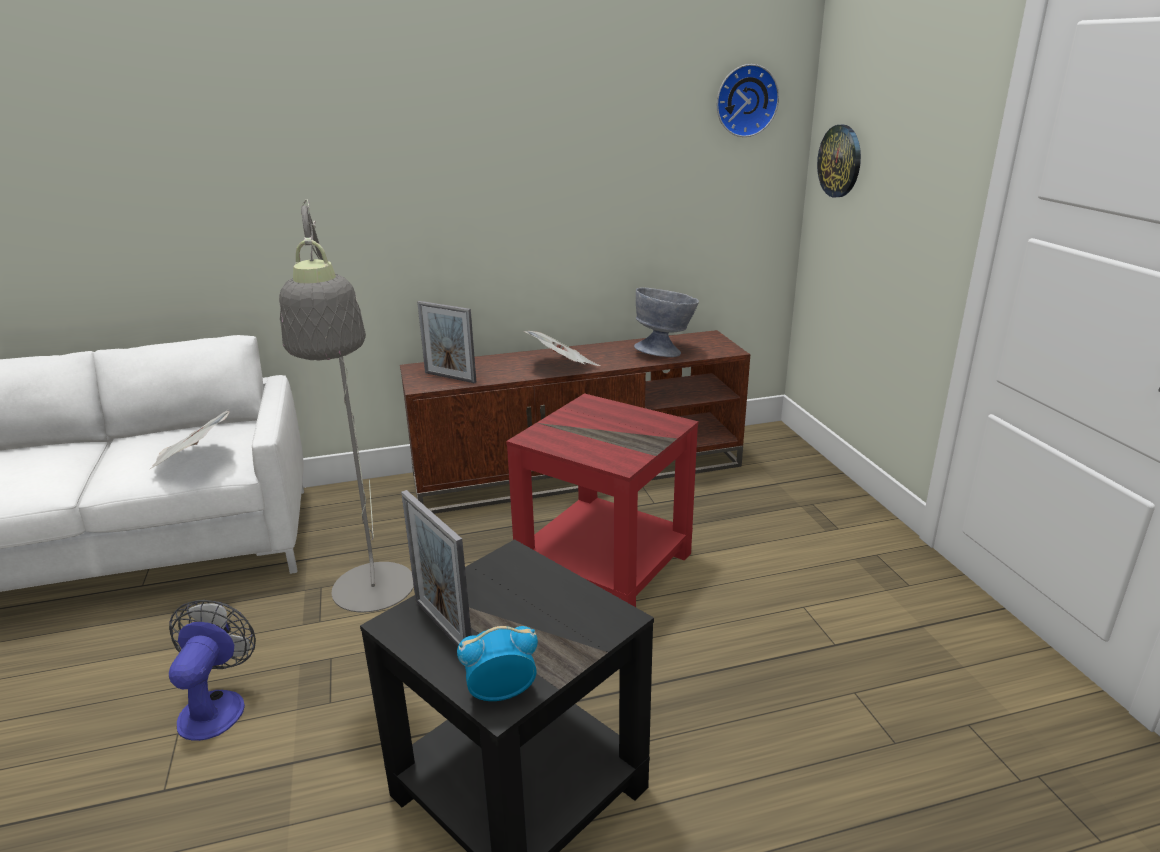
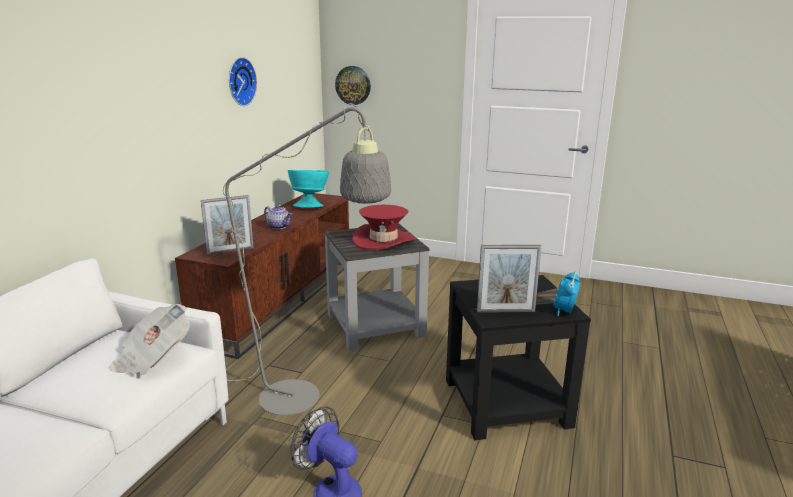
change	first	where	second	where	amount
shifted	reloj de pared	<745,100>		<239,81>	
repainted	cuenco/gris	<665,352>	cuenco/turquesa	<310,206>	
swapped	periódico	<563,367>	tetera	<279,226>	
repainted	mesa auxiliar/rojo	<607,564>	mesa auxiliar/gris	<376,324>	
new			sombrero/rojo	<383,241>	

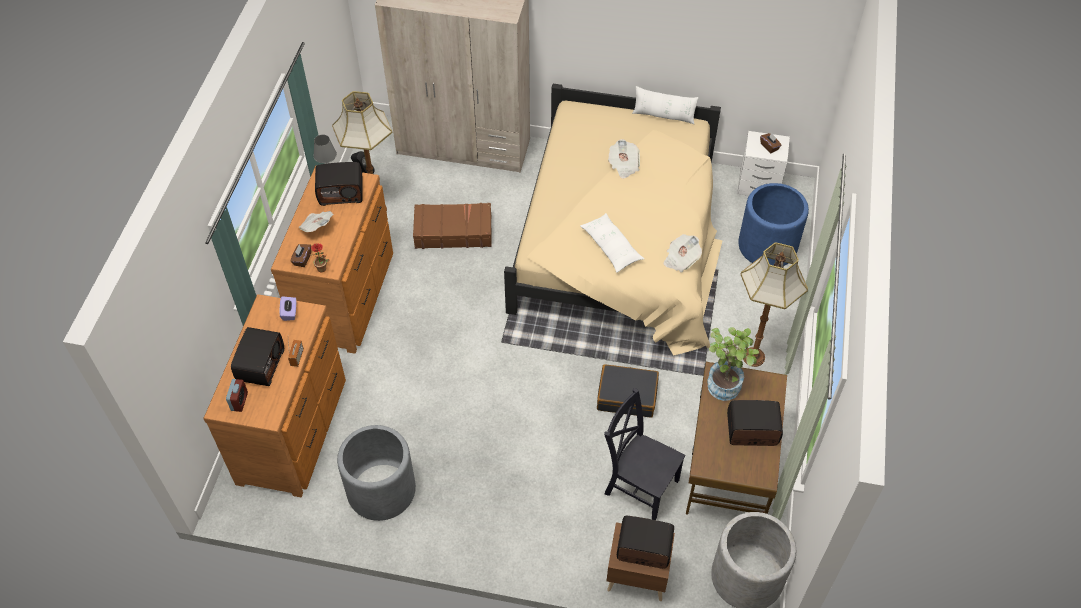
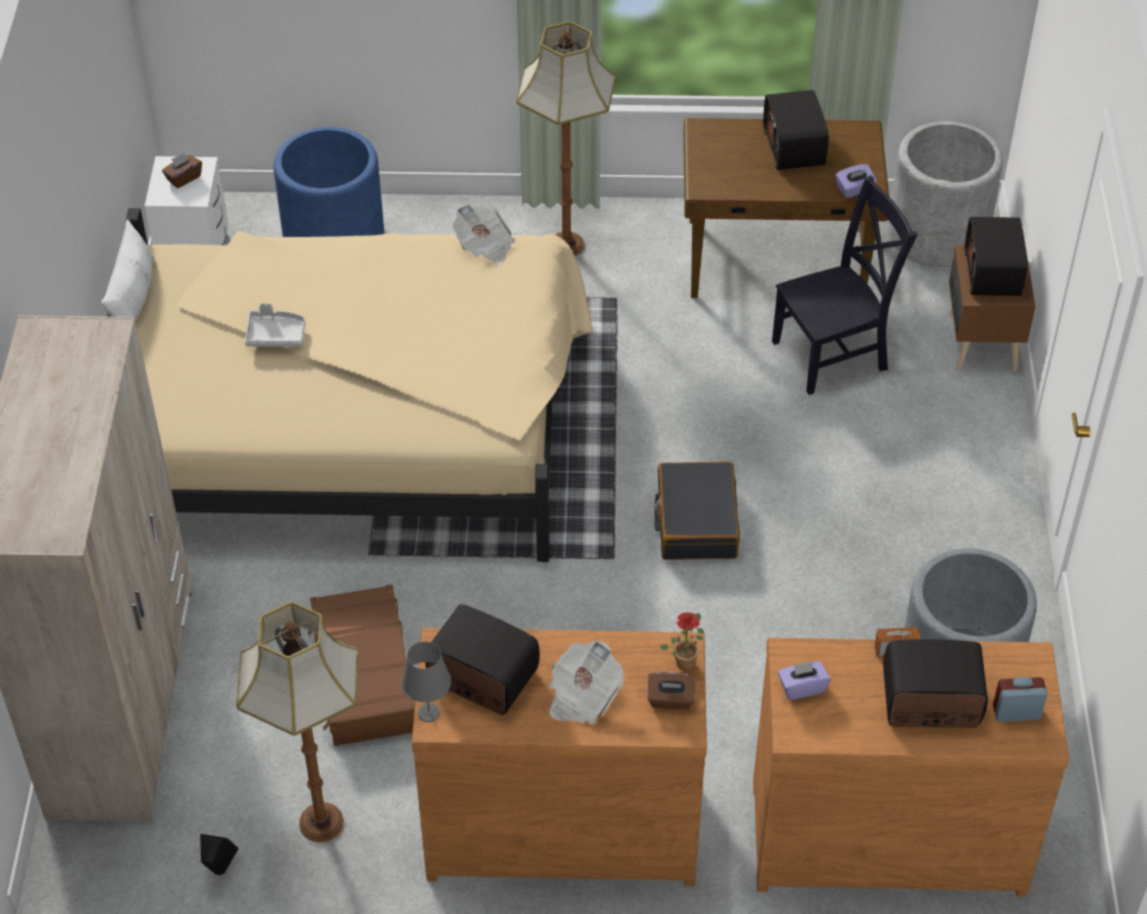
change	first	where	second	where	amount
swapped	periódico	<623,165>	bandeja/gris	<276,335>	
rotated	radio	<341,192>		<481,678>	45 degrees counterclockwise
gone	cojín/blanco	<611,247>			
gone	planta en maceta	<725,382>			
shifted	maleta/negro	<627,395>		<696,522>	
rotated	silla/negro	<639,484>		<834,354>	135 degrees counterclockwise
new			caja de pañuelos/morado	<854,190>	

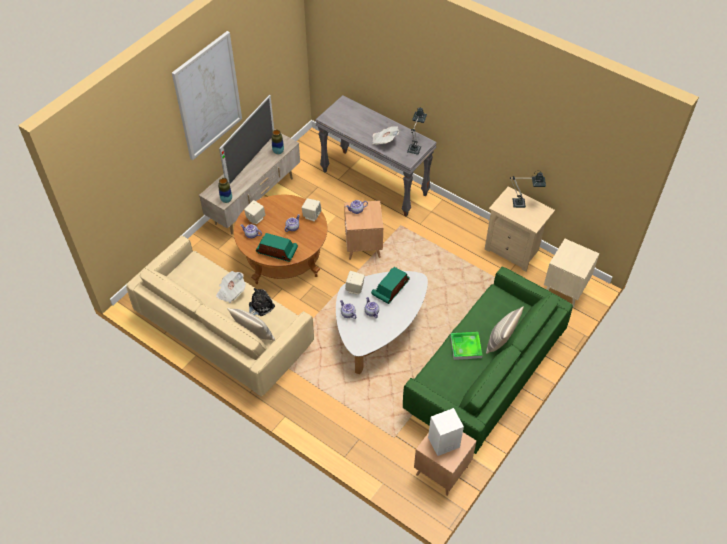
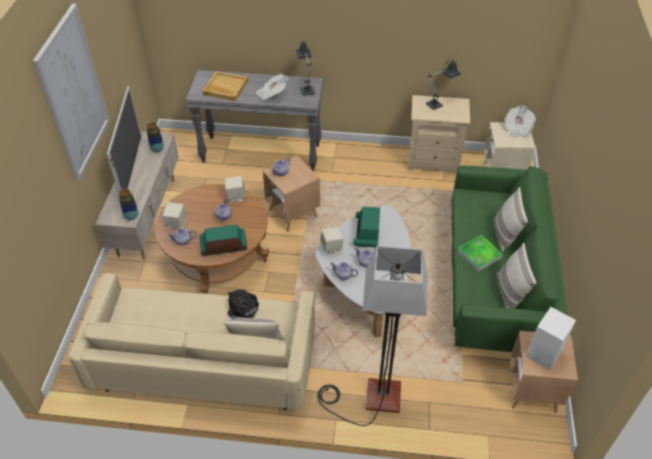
change	first	where	second	where	amount
shifted	periódico	<231,292>		<517,129>	
new			bandeja/beis	<225,88>	
new			cojín	<509,293>	
new			lámpara de pie	<371,398>	

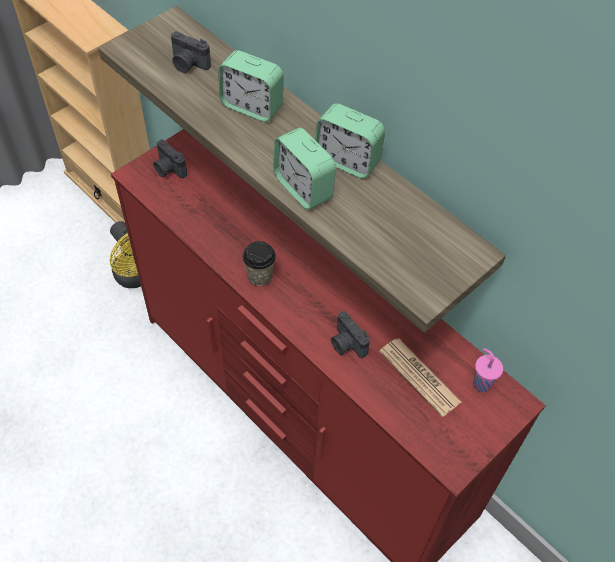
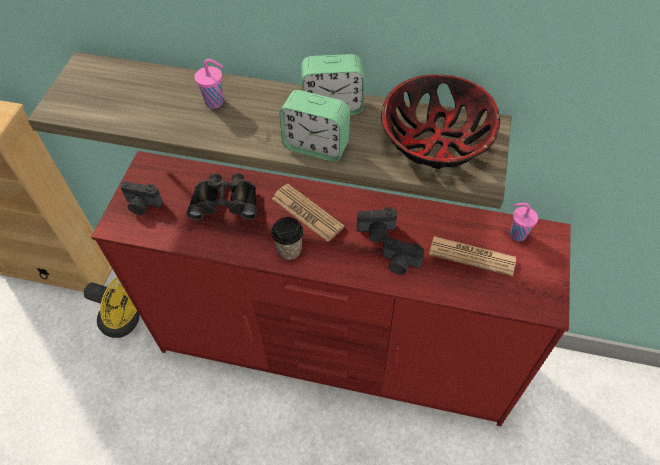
change	first	where	second	where	amount
shifted	cámara	<188,64>		<376,232>	
swapped	despertador	<252,106>	taza/rosa	<215,102>	
new			cuenco	<436,141>	
new			prismáticos/negro	<225,201>	
new			periódico	<307,213>	

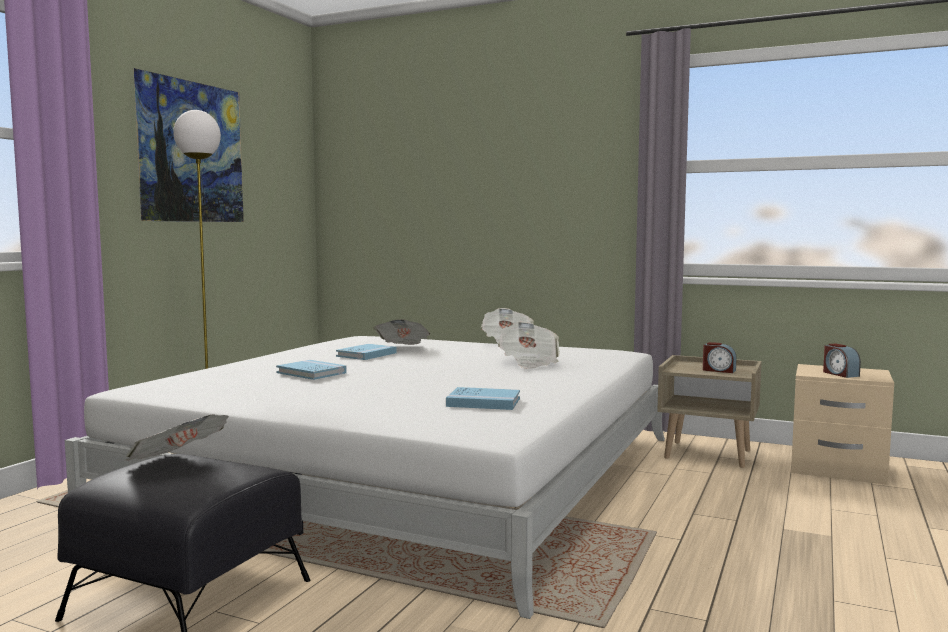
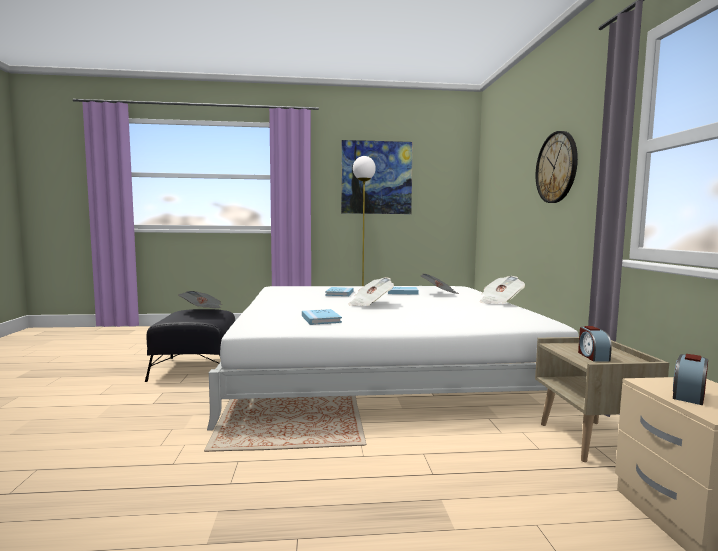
change	first	where	second	where	amount
shifted	periódico	<529,363>		<370,304>	
new			reloj de pared	<556,167>	

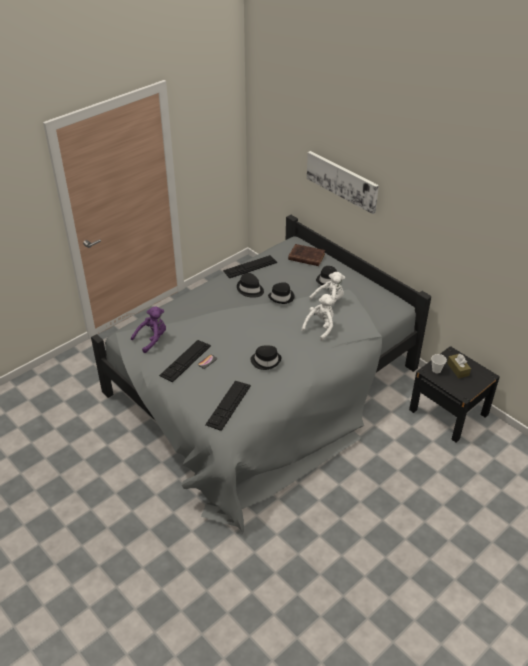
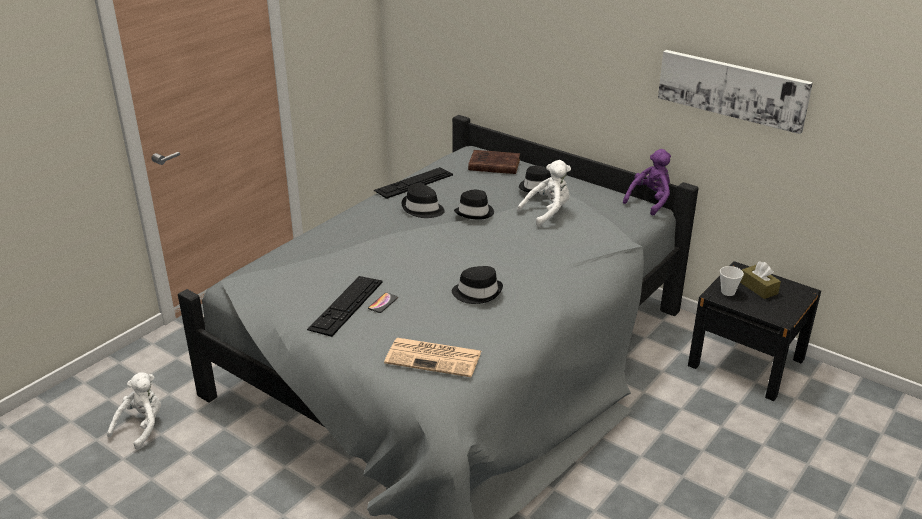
change	first	where	second	where	amount
shifted	cuadro	<342,181>		<732,89>	
shifted	peluche/blanco	<320,327>		<142,427>	
shifted	peluche/morado	<152,339>		<650,201>	
swapped	teclado	<228,405>	periódico	<435,357>	

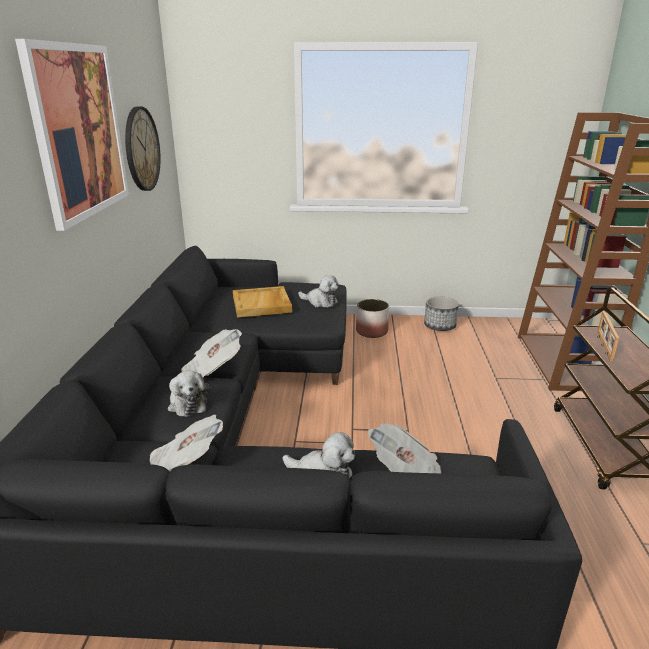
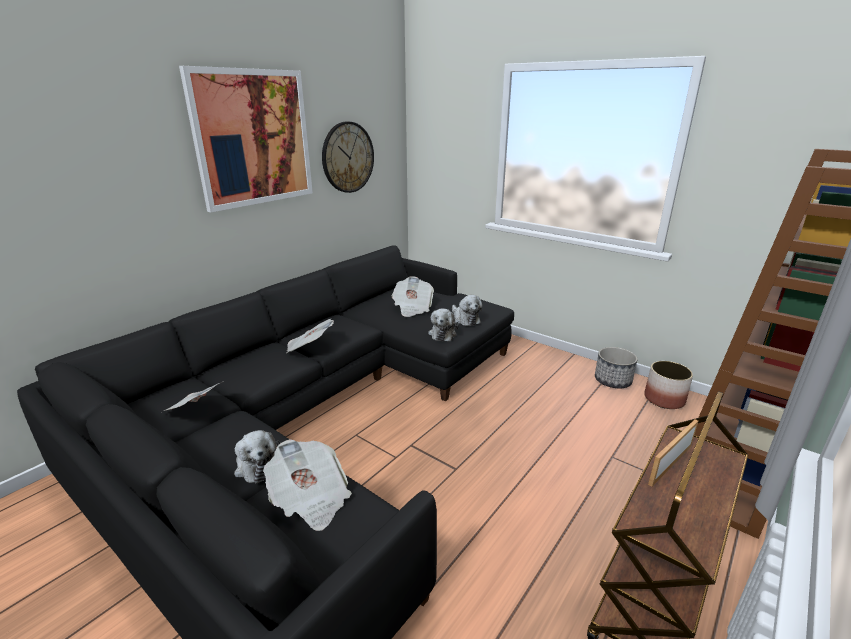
change	first	where	second	where	amount
swapped	bandeja/beis	<262,304>	periódico	<412,308>	
shifted	maceta	<372,331>		<664,399>	
shifted	peluche	<187,403>		<443,333>	

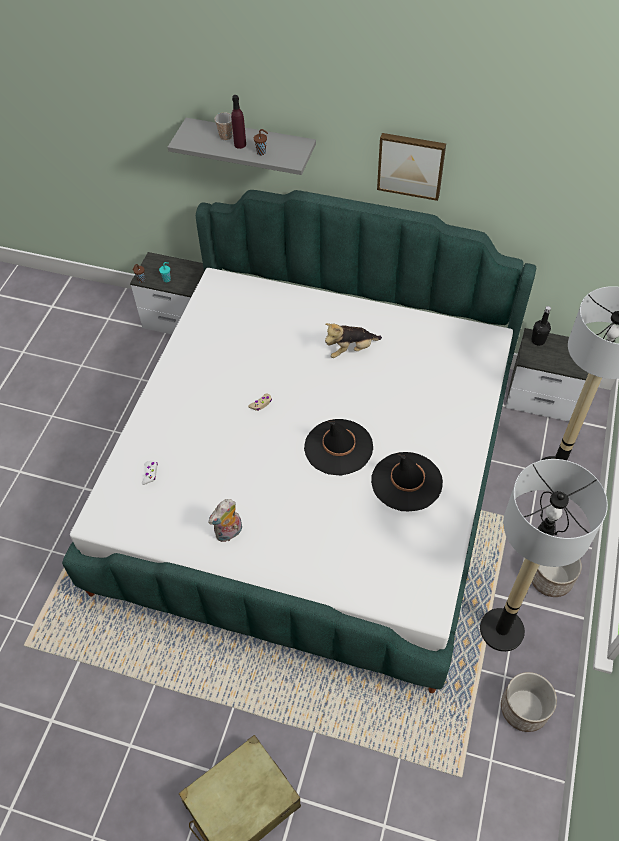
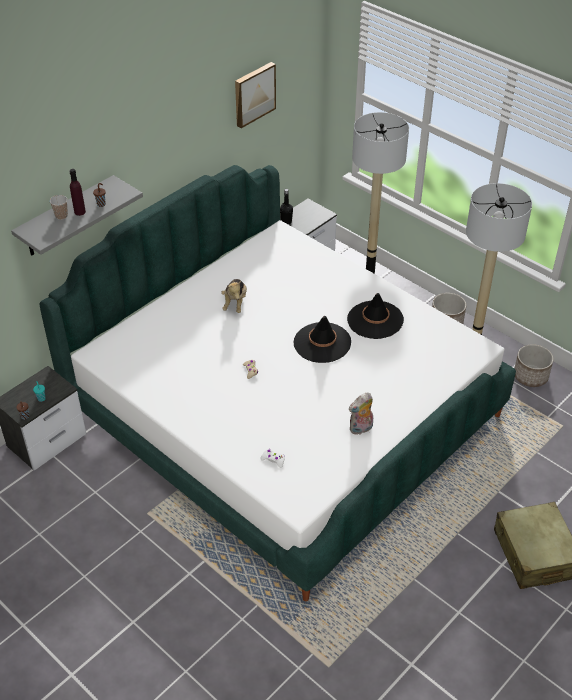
change	first	where	second	where	amount
shifted	cuadro	<411,165>		<253,94>	
rotated	peluche	<229,533>		<361,429>	75 degrees clockwise

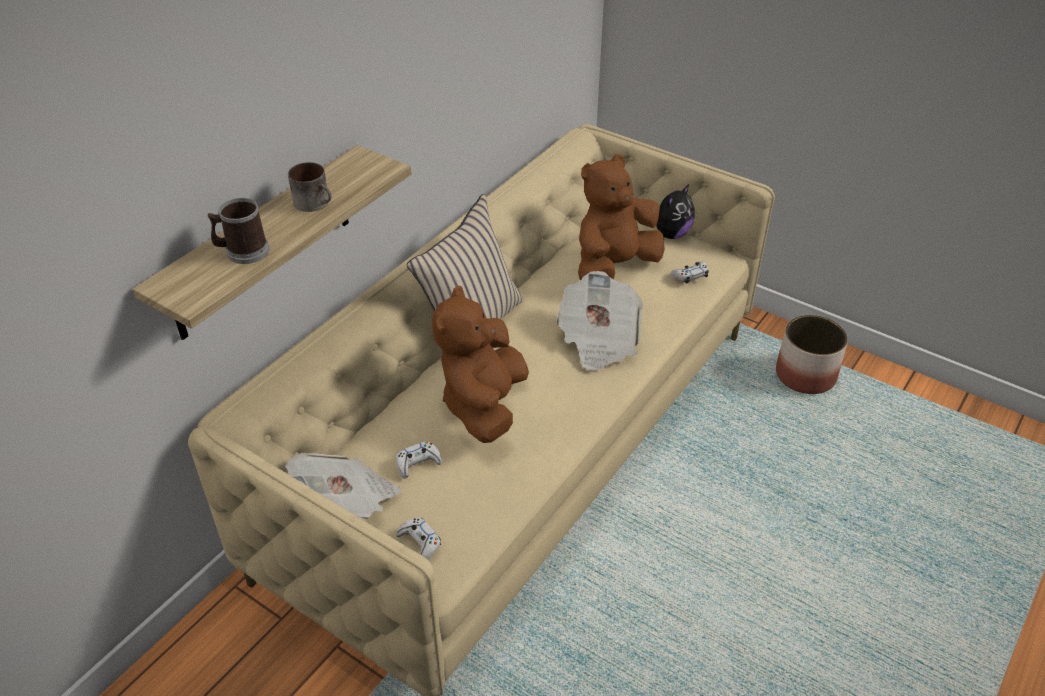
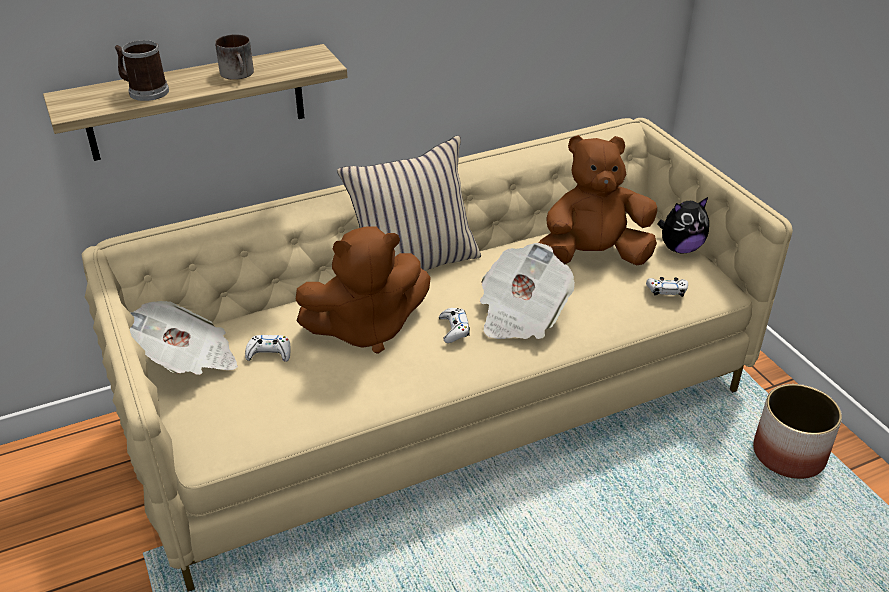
change	first	where	second	where	amount
rotated	peluche/marrón	<484,405>		<366,329>	150 degrees counterclockwise
shifted	mando de consola/blanco	<420,542>		<454,329>	

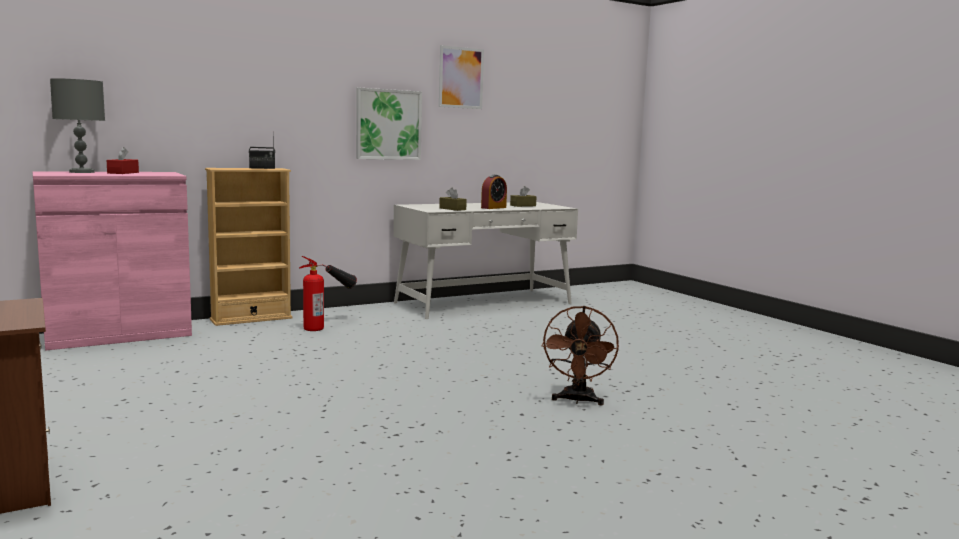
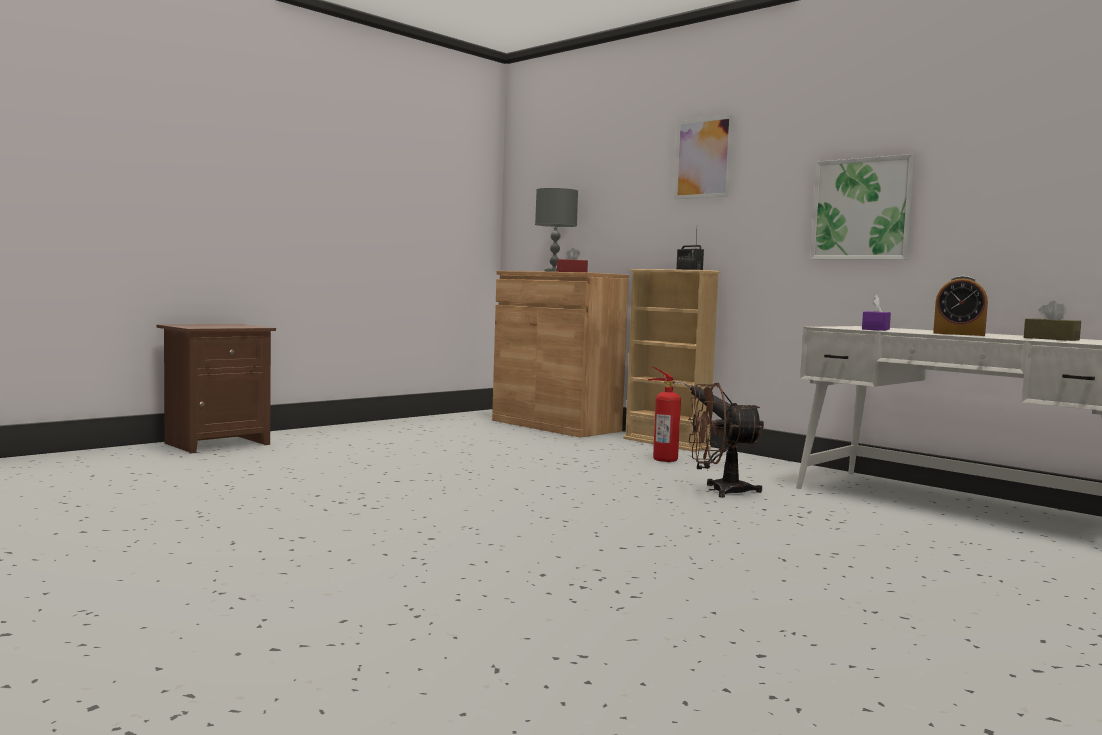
change	first	where	second	where	amount
shifted	cuadro	<461,77>		<703,158>	
repainted	armario/rosa	<118,334>	armario/marrón	<555,426>	
repainted	caja de pañuelos/marrón	<452,209>	caja de pañuelos/morado	<875,329>	
shifted	ventilador/marrón	<577,400>		<719,491>	

